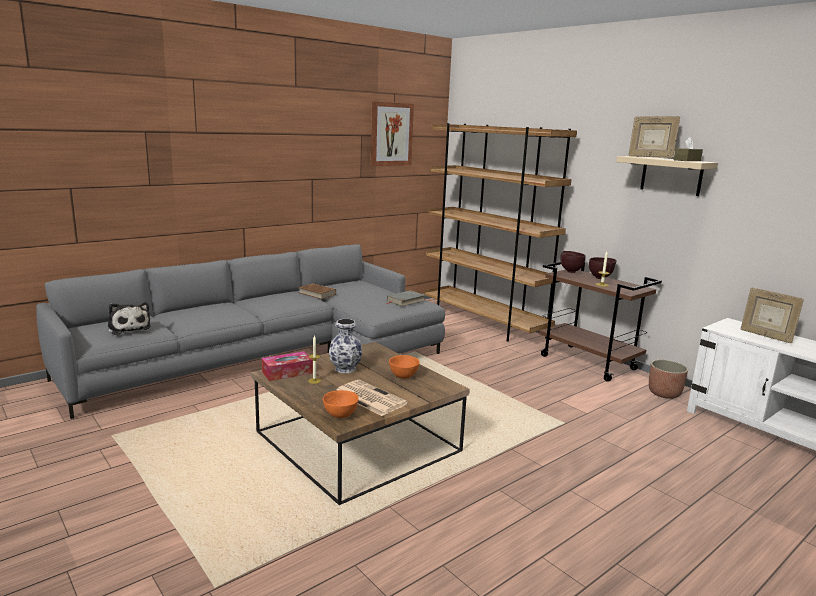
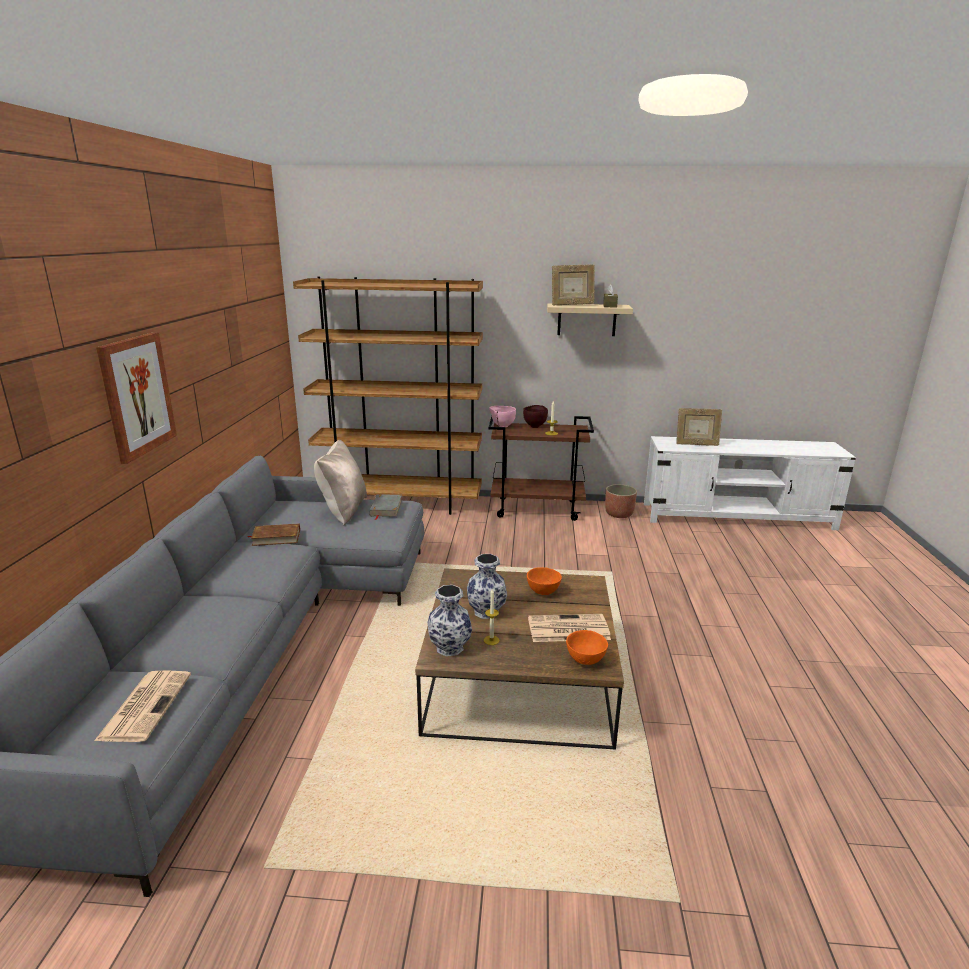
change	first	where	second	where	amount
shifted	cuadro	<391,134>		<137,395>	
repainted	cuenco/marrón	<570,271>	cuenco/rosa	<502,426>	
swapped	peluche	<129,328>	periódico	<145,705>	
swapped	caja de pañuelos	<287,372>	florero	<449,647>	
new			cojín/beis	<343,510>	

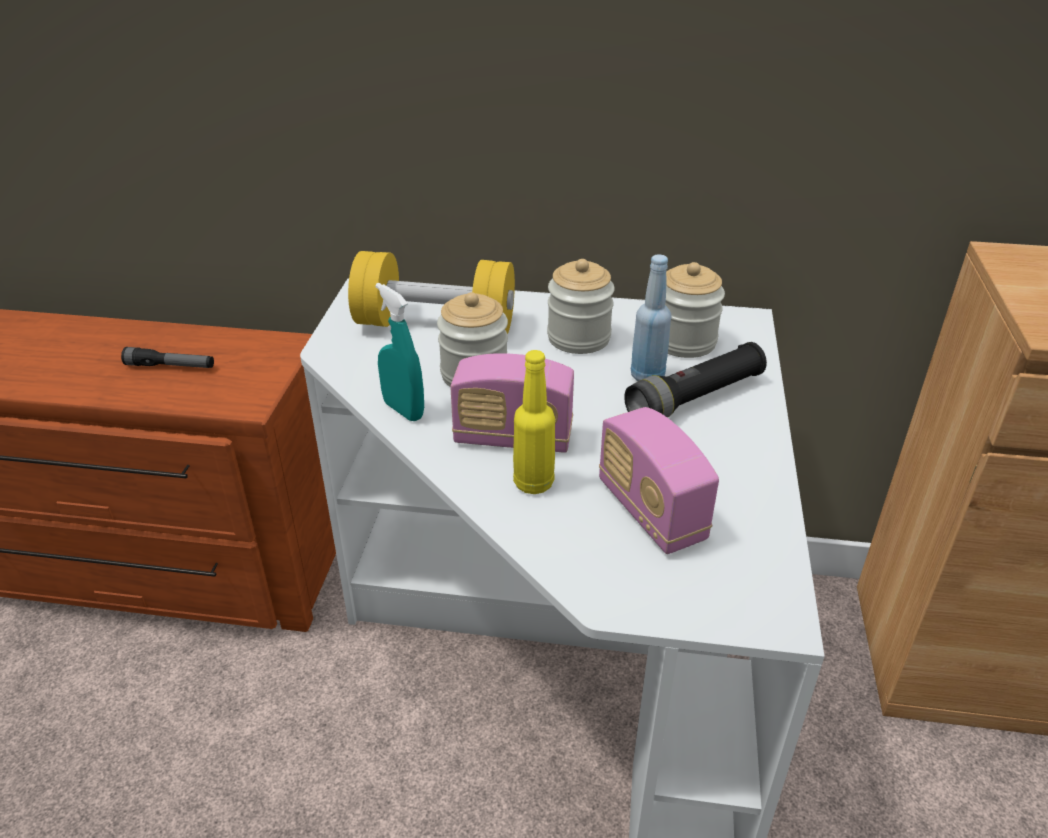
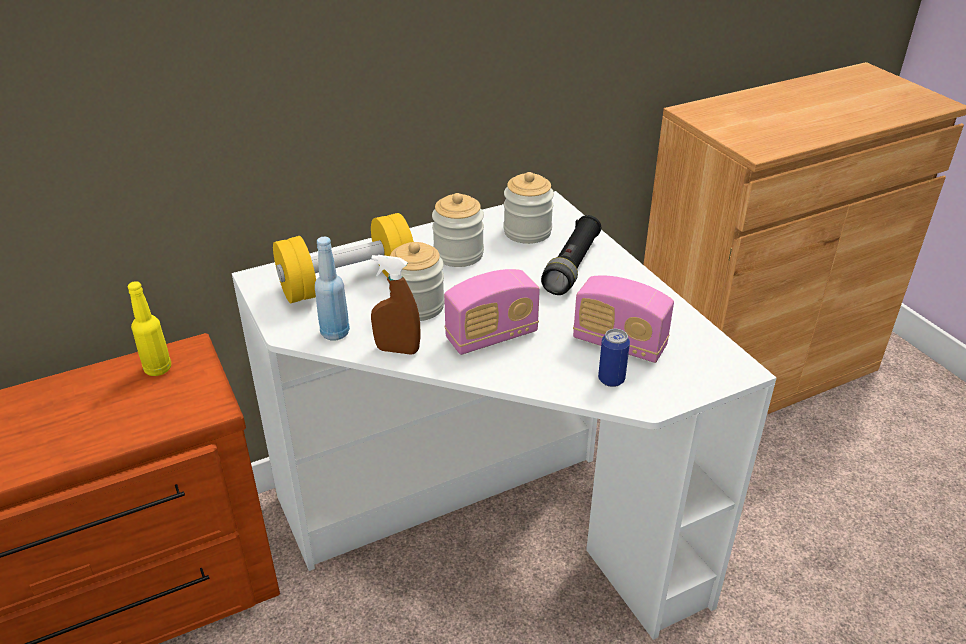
change	first	where	second	where	amount
shifted	botella/azul	<647,376>		<335,333>	
repainted	pulverizador/turquesa	<403,410>	pulverizador/marrón	<397,350>	
gone	linterna	<170,366>			
shifted	botella/amarillo	<533,483>		<158,369>	
new			lata	<611,379>	

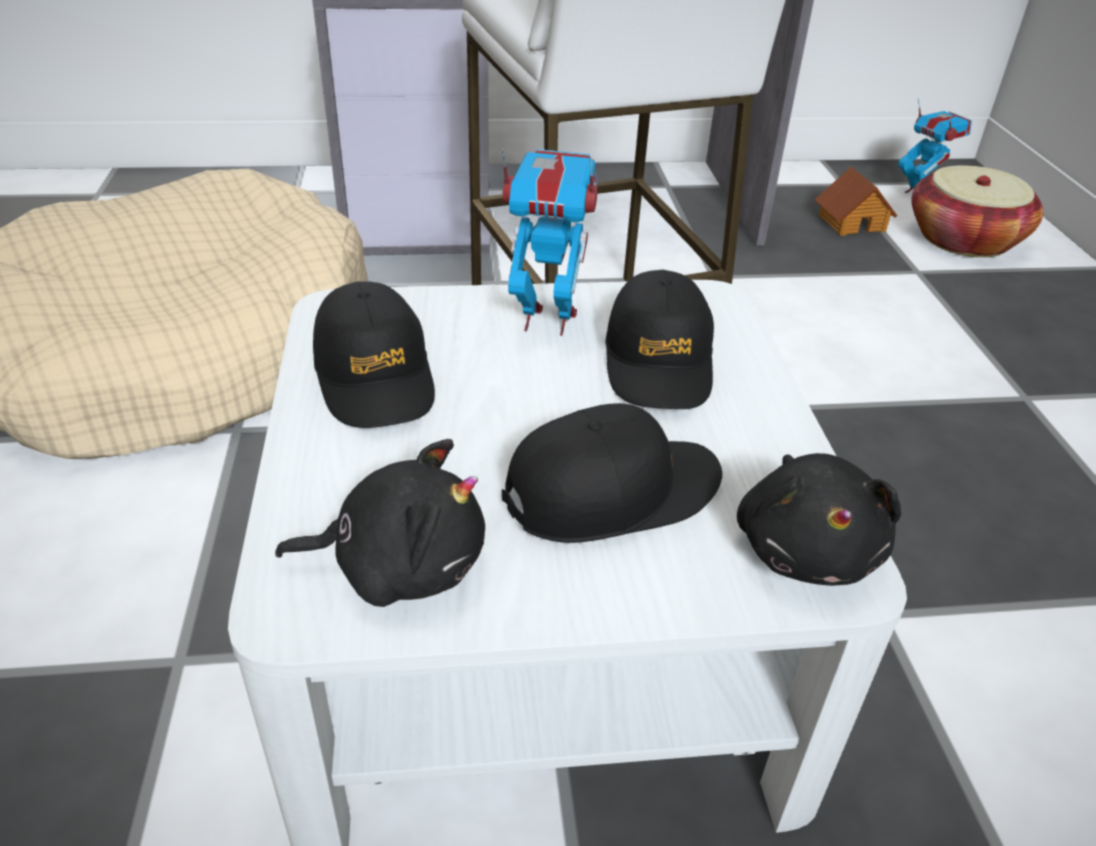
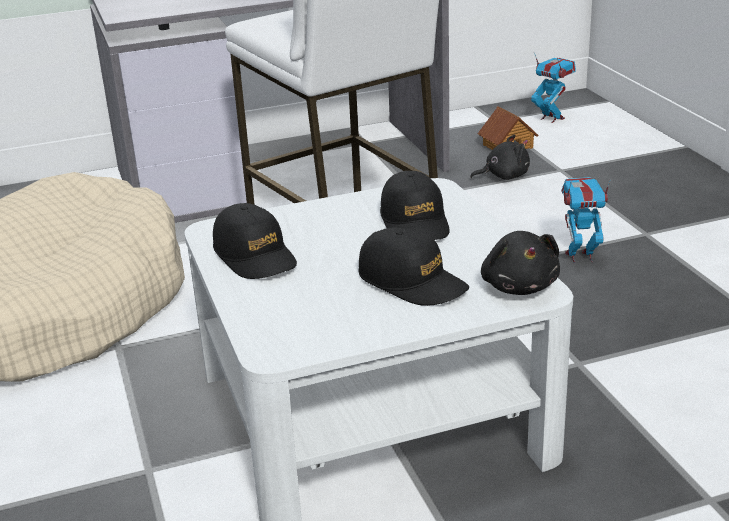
change	first	where	second	where	amount
shifted	robot de juguete	<547,320>		<580,256>	
gone	cesta	<964,239>			
rotated	gorra/negro	<612,492>		<412,282>	75 degrees clockwise
shifted	peluche/negro	<400,565>		<504,176>	

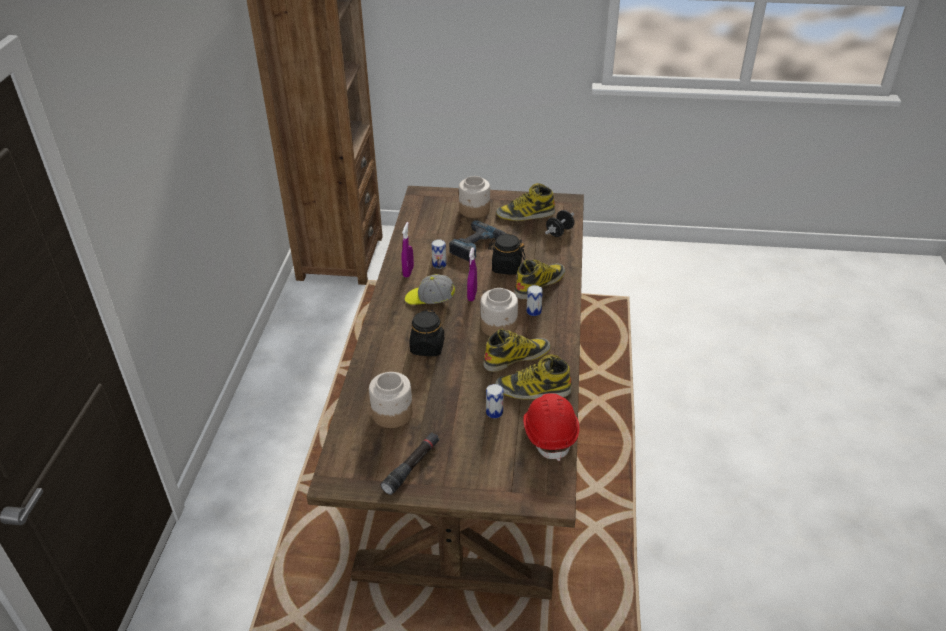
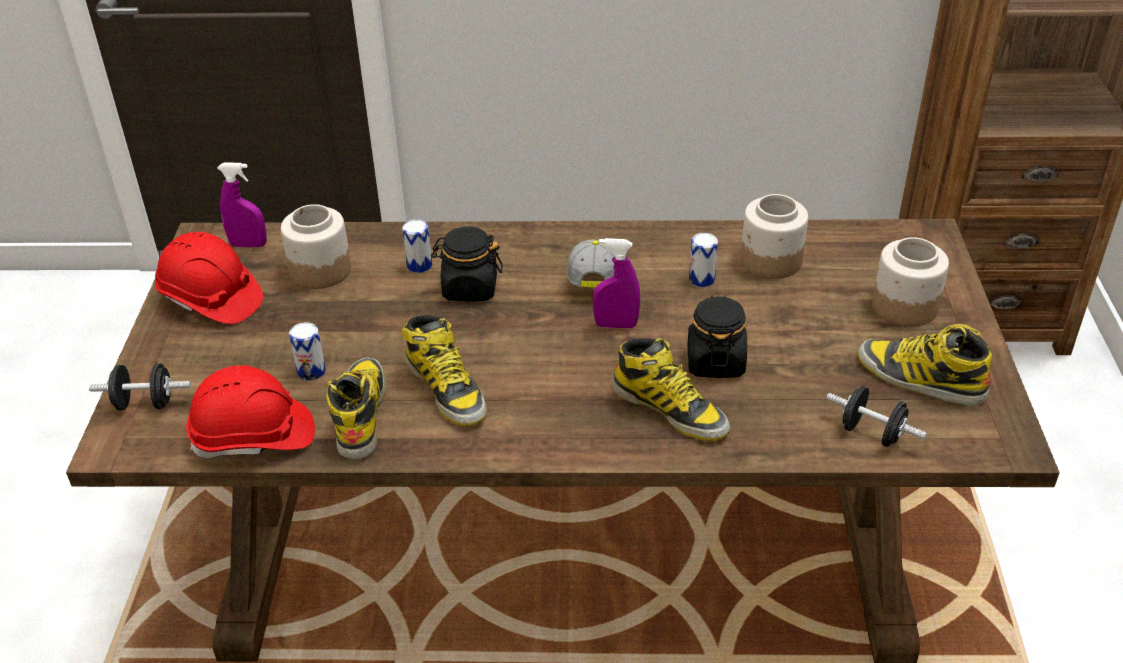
change	first	where	second	where	amount
rotated	bota	<525,214>		<920,378>	45 degrees counterclockwise
gone	taladro	<480,247>			
shifted	pulverizador/morado	<408,272>		<248,245>	
shifted	lata	<534,311>		<419,265>	
shifted	tarro	<499,326>		<770,261>	
swapped	linterna/negro	<412,467>	casco/rojo	<211,300>	
new			mancuerna/negro	<145,403>	

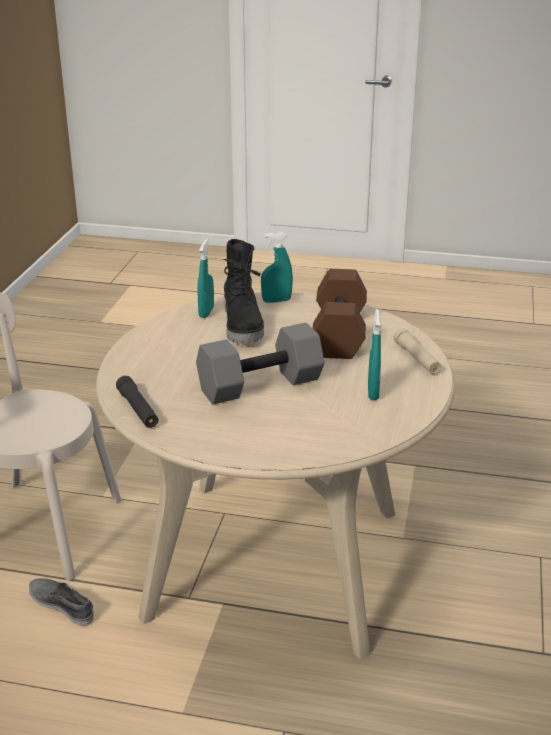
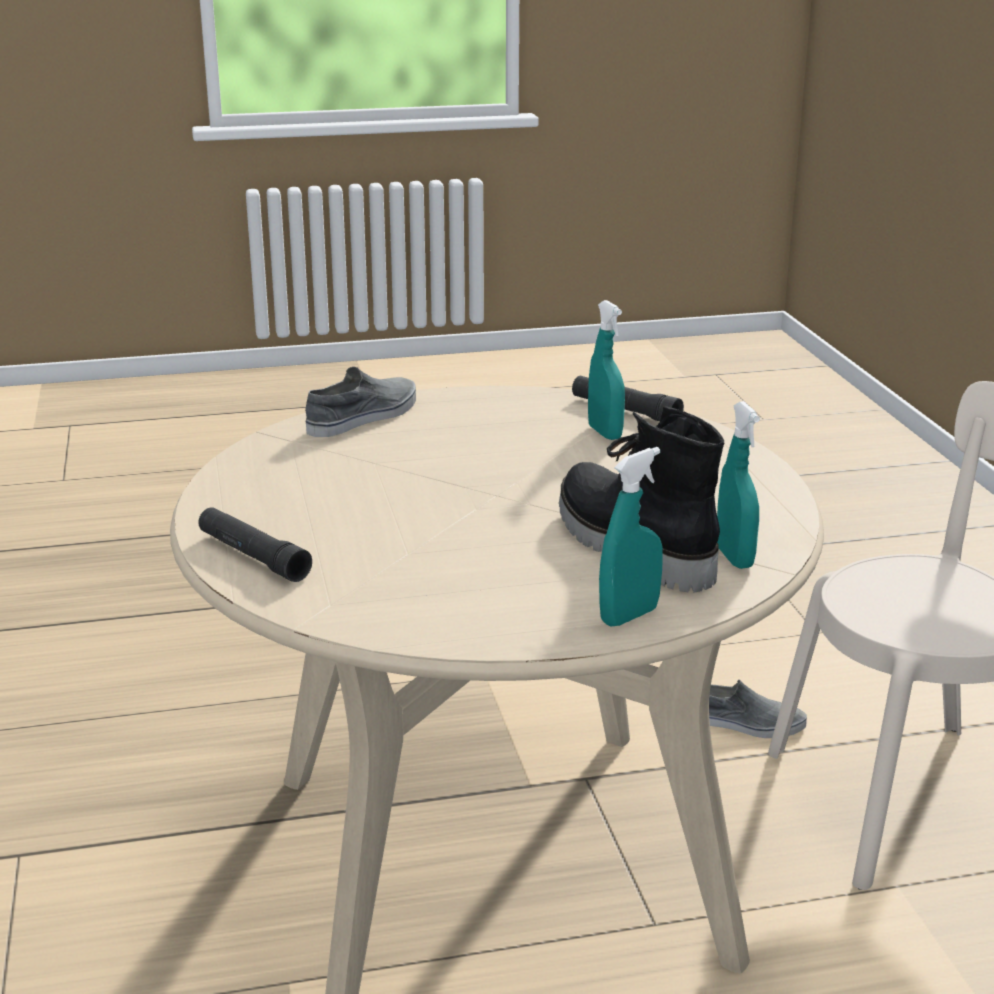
change	first	where	second	where	amount
gone	mancuerna/marrón	<341,334>			
shifted	pulverizador/turquesa	<373,392>		<605,433>	
gone	mancuerna/gris	<260,386>			
repainted	linterna/beis	<416,358>	linterna/negro	<253,556>	
new			zapato/gris	<364,416>	

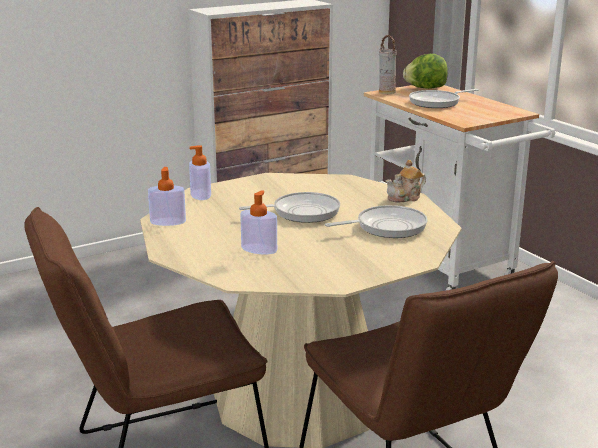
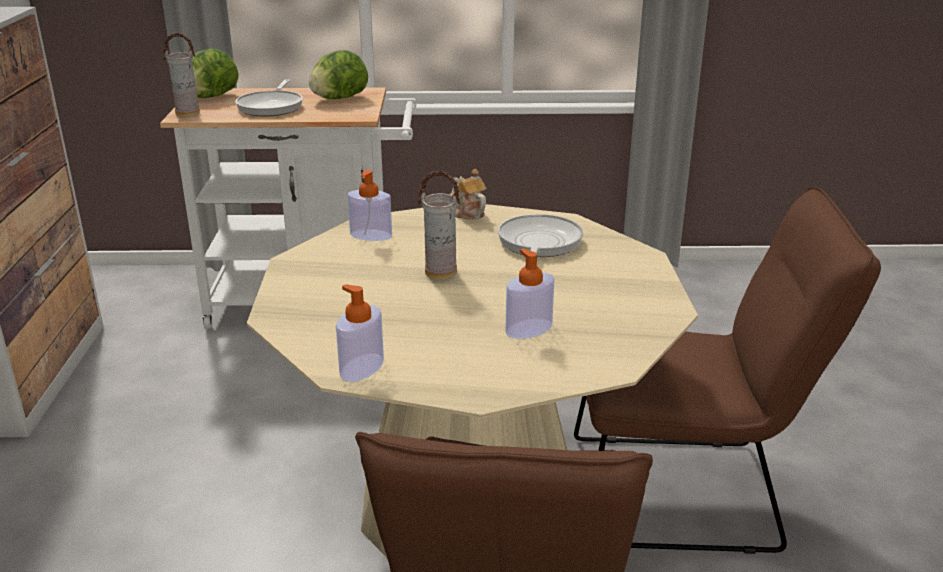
change	first	where	second	where	amount
shifted	dispensador de jabón	<200,195>		<371,235>	
rotated	tetera	<405,198>		<466,212>	150 degrees clockwise
swapped	sartén	<302,212>	florero	<440,274>	
new			lechuga	<339,98>	

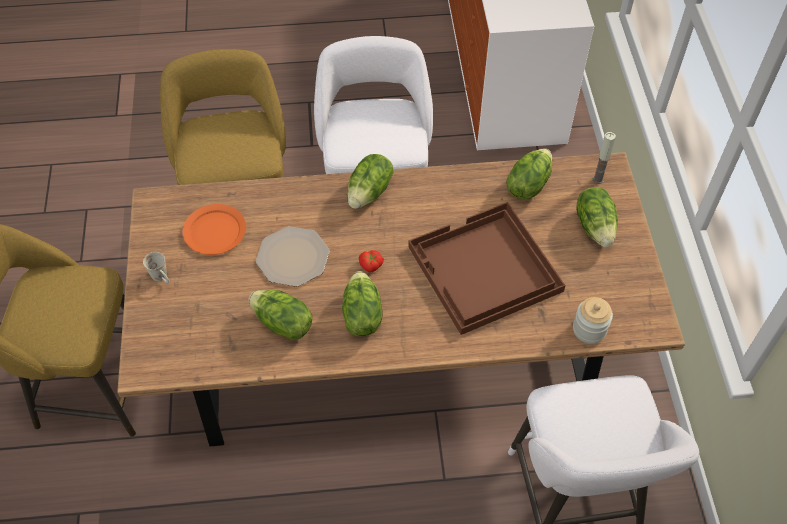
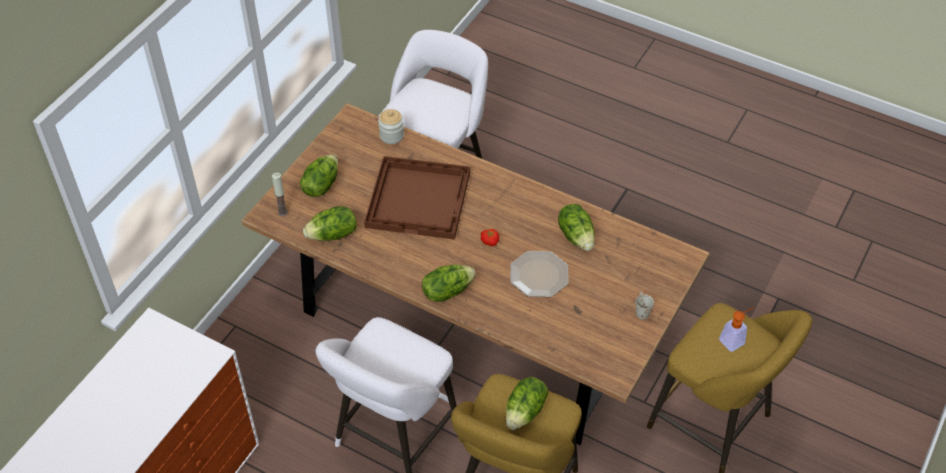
change	first	where	second	where	amount
gone	plato/naranja	<214,232>			
shifted	lechuga	<361,315>		<525,412>	
new			dispensador de jabón	<735,340>	

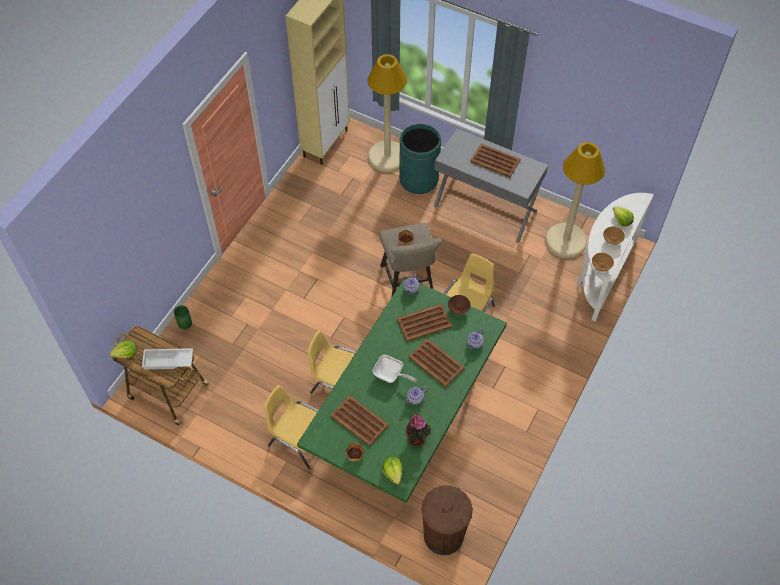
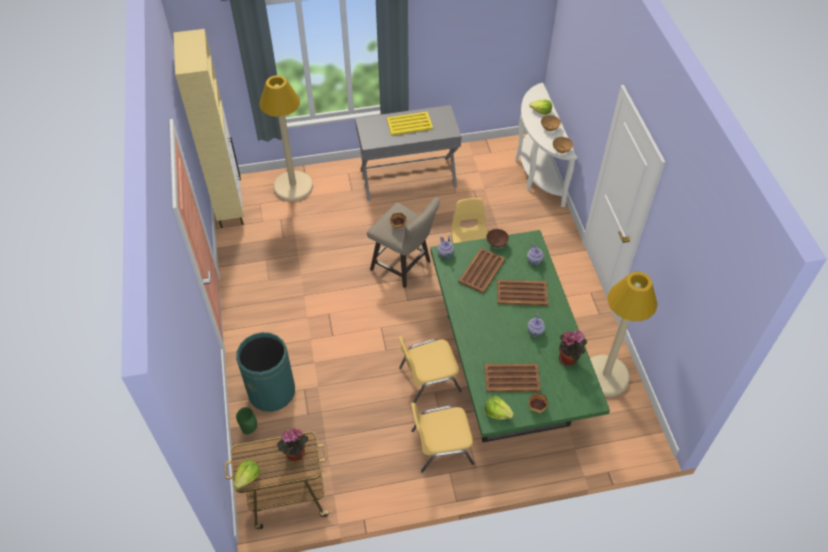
change	first	where	second	where	amount
shifted	papelera/verde	<419,179>		<272,392>	
shifted	lámpara de pie/beis	<565,241>		<605,376>	
repainted	bandeja/marrón	<495,161>	bandeja/amarillo	<410,124>	
swapped	bandeja/blanco	<168,361>	planta en maceta	<294,455>	
gone	sartén	<390,376>			
shifted	lechuga	<393,472>		<497,412>	
gone	papelera/marrón	<443,535>			

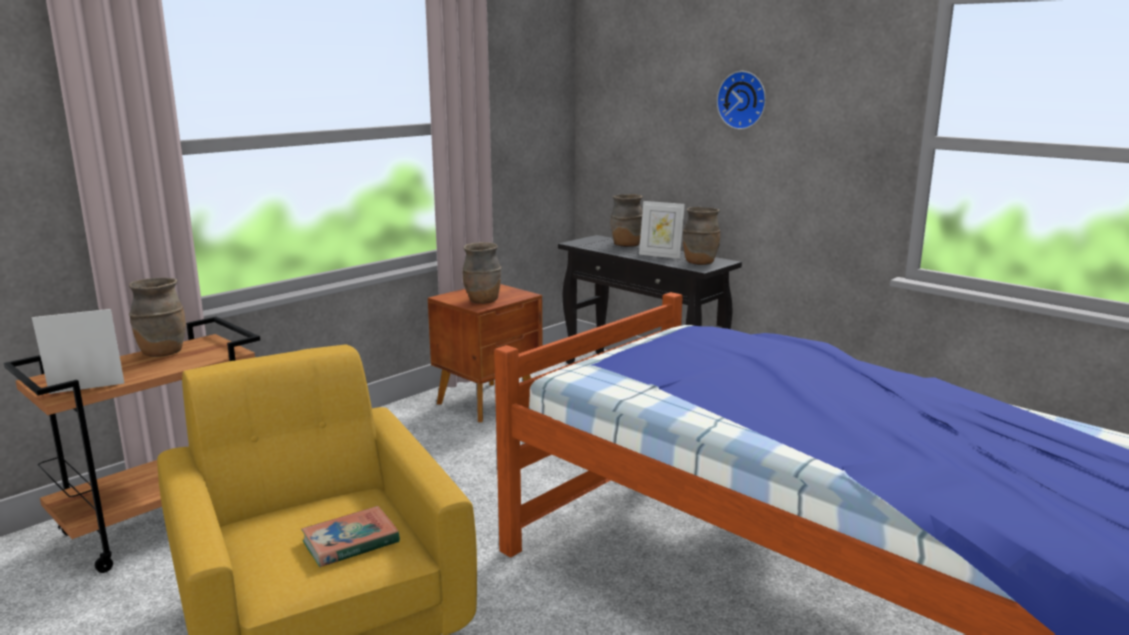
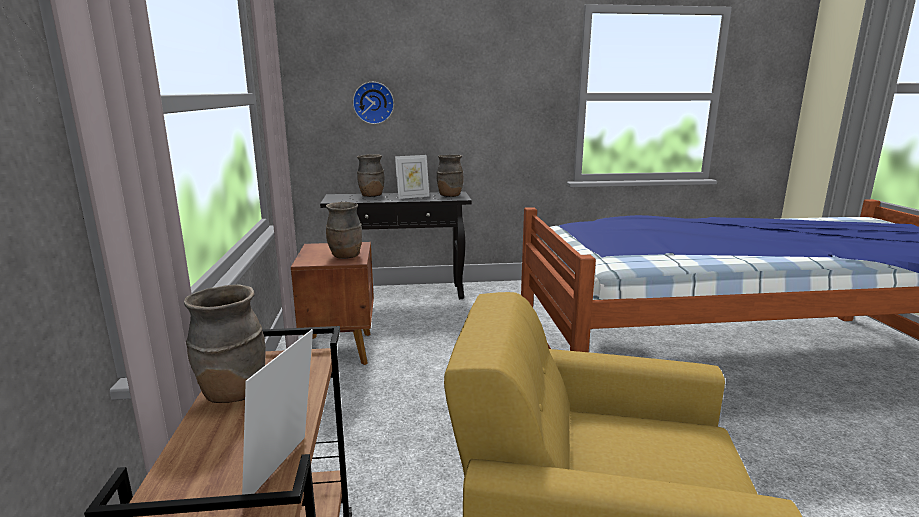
change	first	where	second	where	amount
shifted	reloj de pared	<743,100>		<373,103>	
gone	libro	<351,542>			

